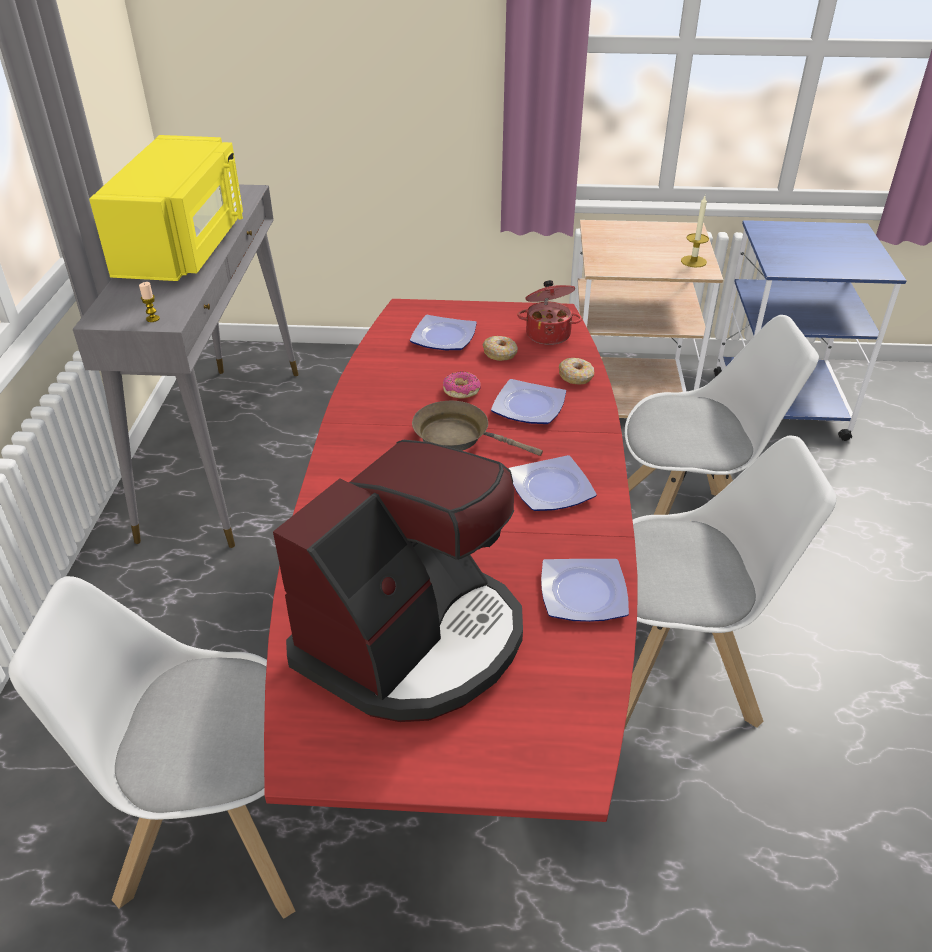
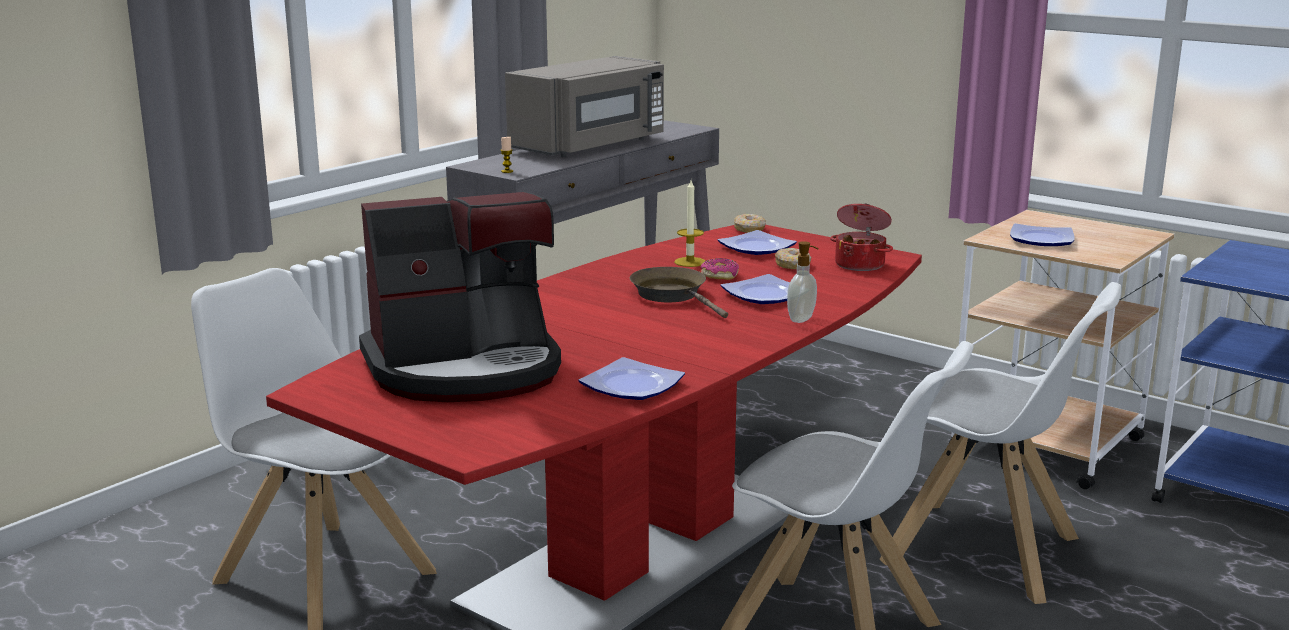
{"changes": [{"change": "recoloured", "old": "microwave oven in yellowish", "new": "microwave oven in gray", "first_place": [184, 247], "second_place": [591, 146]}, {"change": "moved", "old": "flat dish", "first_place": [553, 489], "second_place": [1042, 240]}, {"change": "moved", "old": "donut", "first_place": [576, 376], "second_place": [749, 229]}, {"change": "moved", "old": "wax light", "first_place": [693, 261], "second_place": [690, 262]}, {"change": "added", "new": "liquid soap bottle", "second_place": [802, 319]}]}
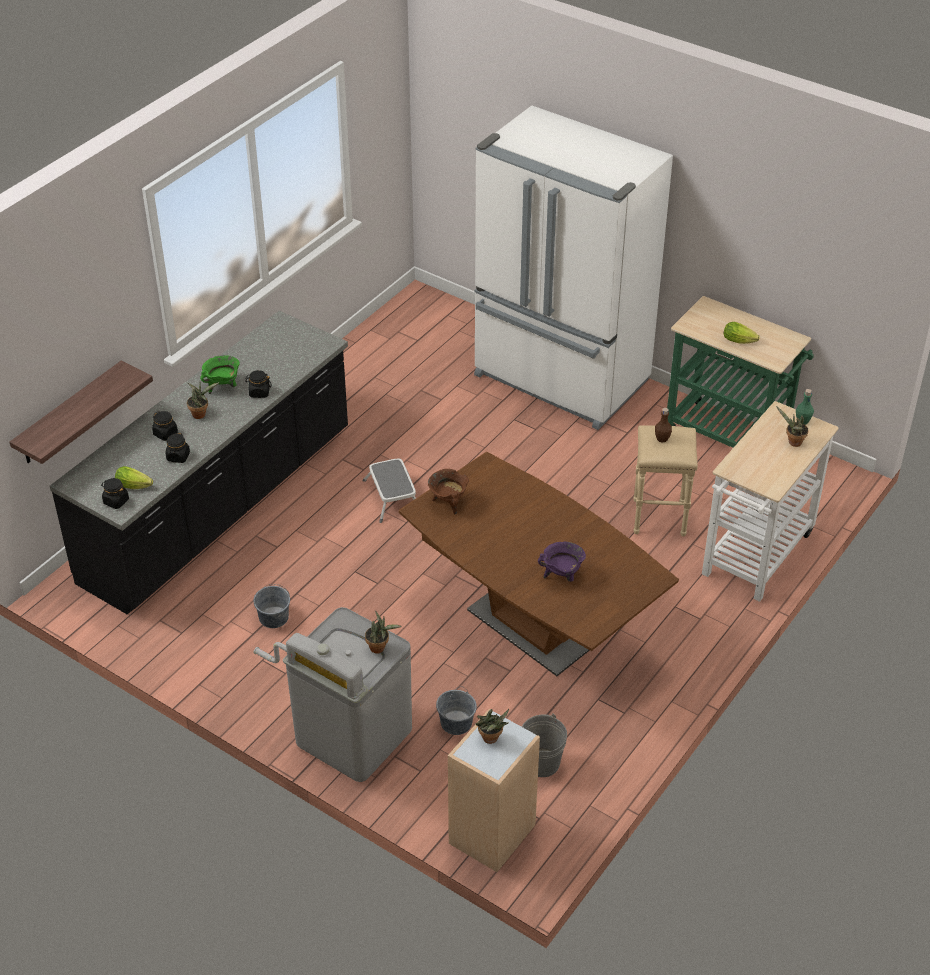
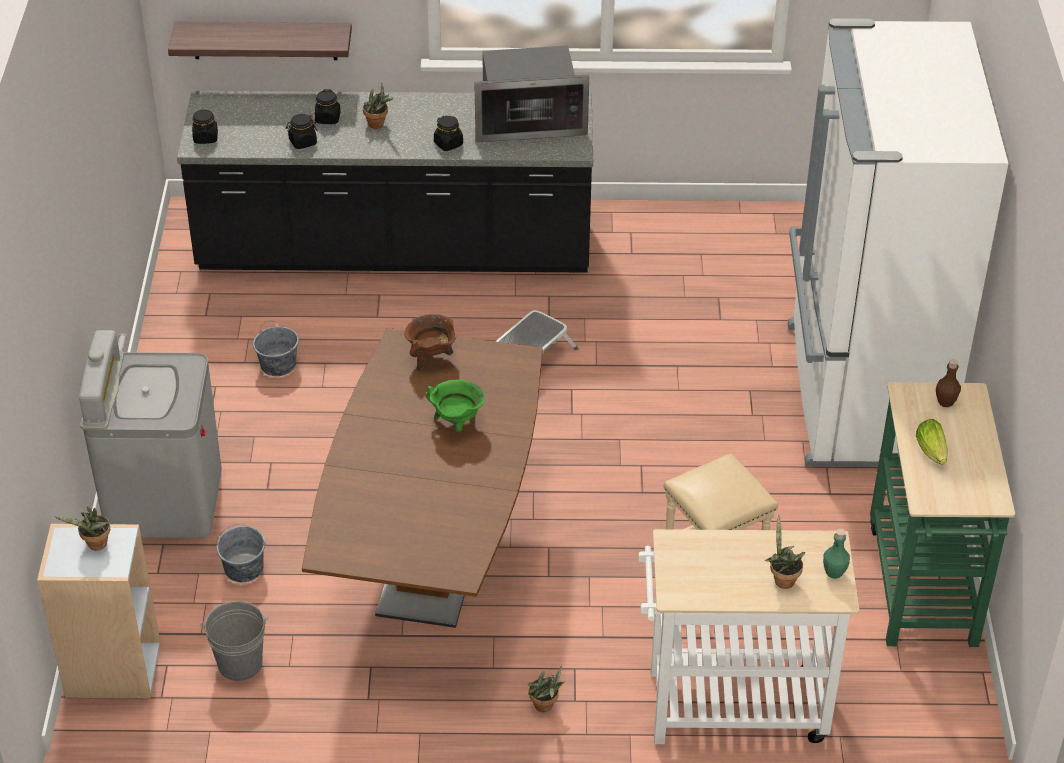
{"changes": [{"change": "removed", "old": "lettuce", "first_place": [135, 486]}, {"change": "moved", "old": "cooking pot in greenish", "first_place": [223, 387], "second_place": [457, 423]}, {"change": "moved", "old": "potted plant", "first_place": [379, 648], "second_place": [545, 707]}, {"change": "removed", "old": "cooking pot in purple-coloured", "first_place": [562, 576]}, {"change": "moved", "old": "bottle in brownish", "first_place": [662, 439], "second_place": [945, 402]}, {"change": "added", "new": "microwave oven", "second_place": [528, 121]}]}
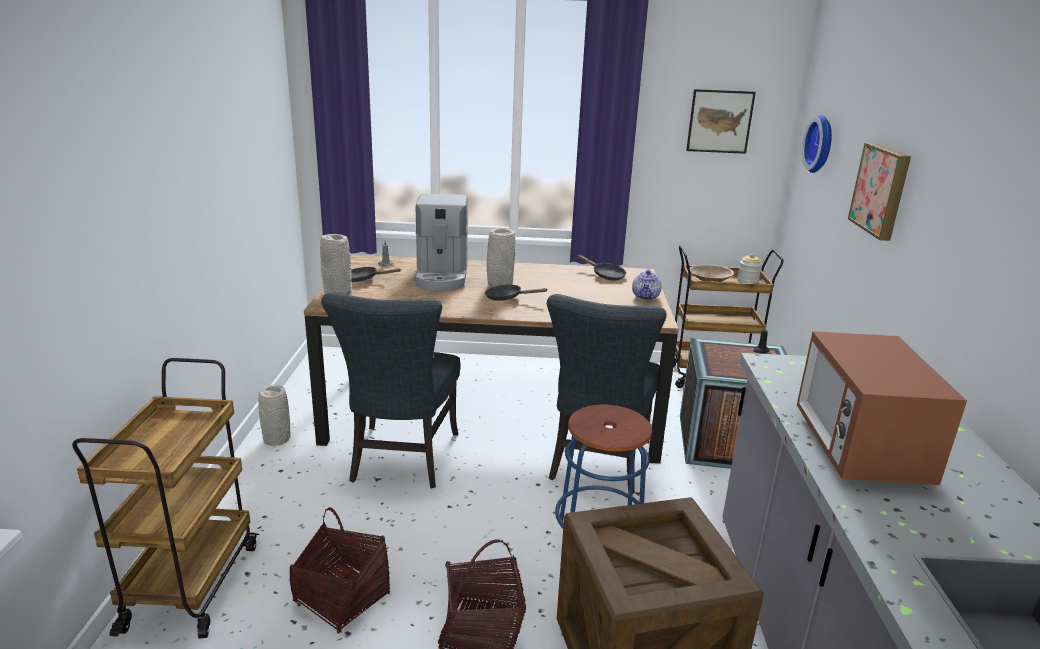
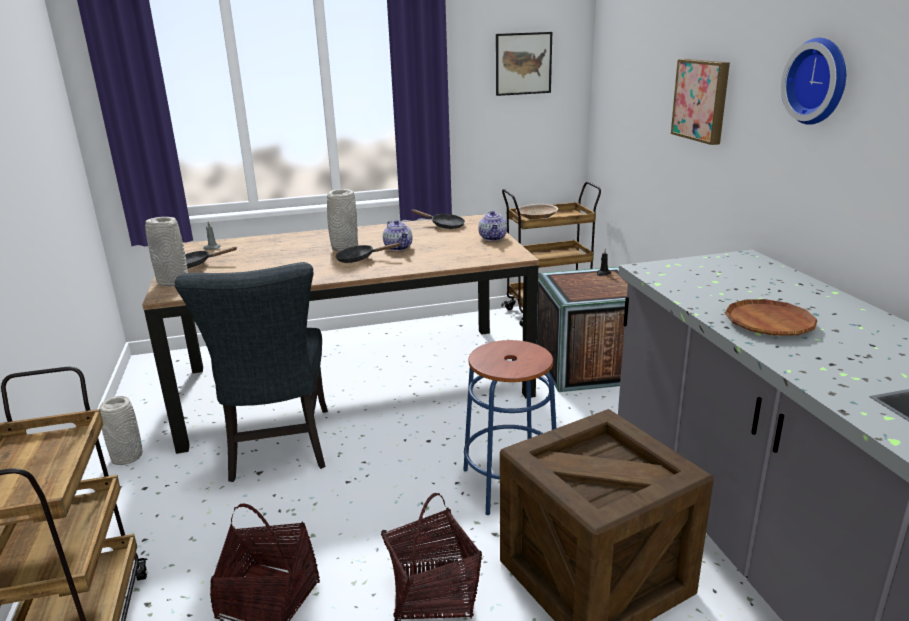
{"changes": [{"change": "removed", "old": "coffee brewer", "first_place": [442, 276]}, {"change": "removed", "old": "chair in gray", "first_place": [597, 463]}, {"change": "removed", "old": "preserve jar", "first_place": [747, 281]}, {"change": "replaced", "old": "microwave oven", "new": "flat dish in brownish", "first_place": [858, 449], "second_place": [769, 323]}, {"change": "moved", "old": "clock on the wall", "first_place": [822, 144], "second_place": [819, 81]}, {"change": "added", "new": "teapot", "second_place": [398, 248]}]}
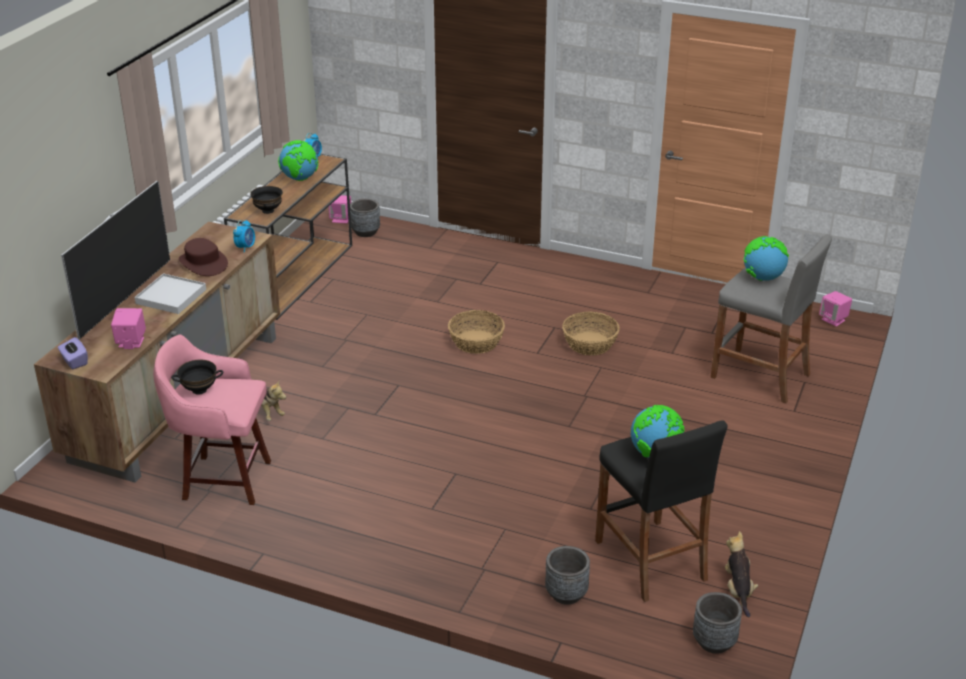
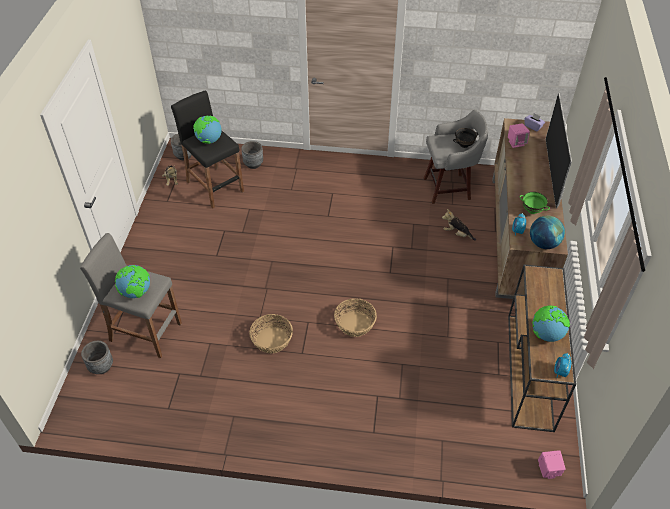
{"changes": [{"change": "removed", "old": "carrying tray in white-coloured", "first_place": [171, 296]}, {"change": "recoloured", "old": "stool seat in pink-coloured", "new": "stool seat in gray", "first_place": [223, 480], "second_place": [449, 189]}, {"change": "replaced", "old": "hat in brownish", "new": "serving bowl in greenish", "first_place": [203, 263], "second_place": [532, 210]}, {"change": "removed", "old": "serving bowl in black", "first_place": [267, 211]}, {"change": "moved", "old": "plant pot in gray", "first_place": [365, 232], "second_place": [101, 366]}, {"change": "removed", "old": "audio speaker in pink-coloured", "first_place": [833, 320]}, {"change": "added", "new": "world globe", "second_place": [543, 243]}]}
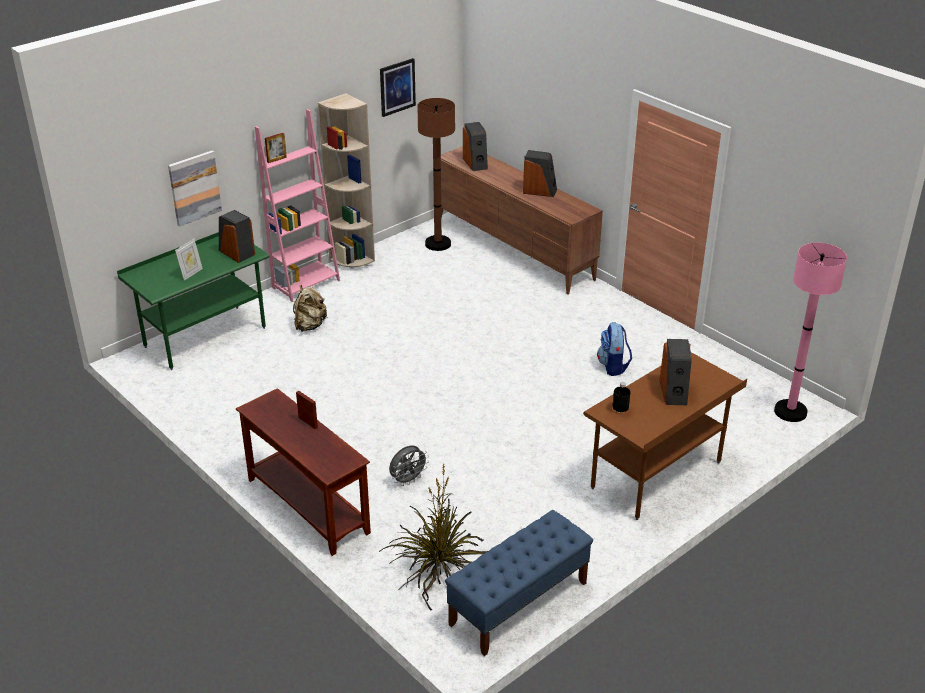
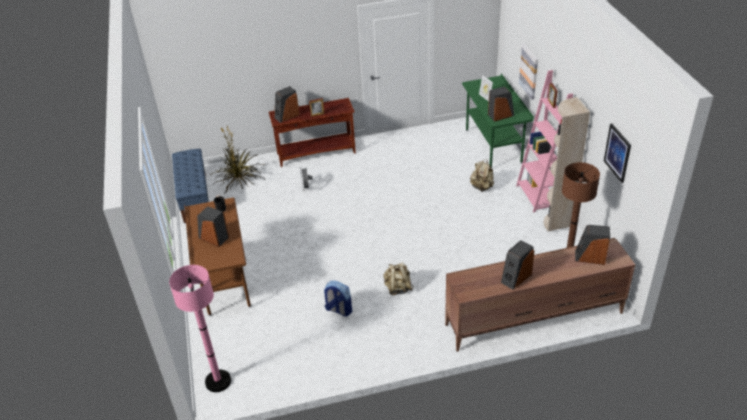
{"changes": [{"change": "added", "new": "audio speaker", "second_place": [287, 116]}, {"change": "added", "new": "knapsack in beige", "second_place": [397, 288]}]}
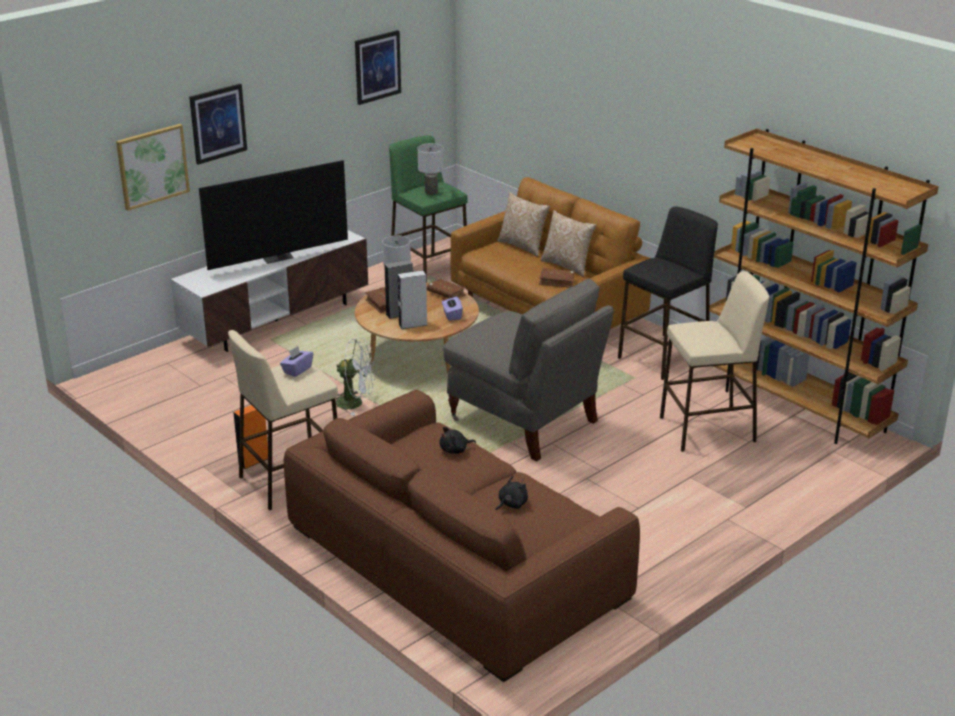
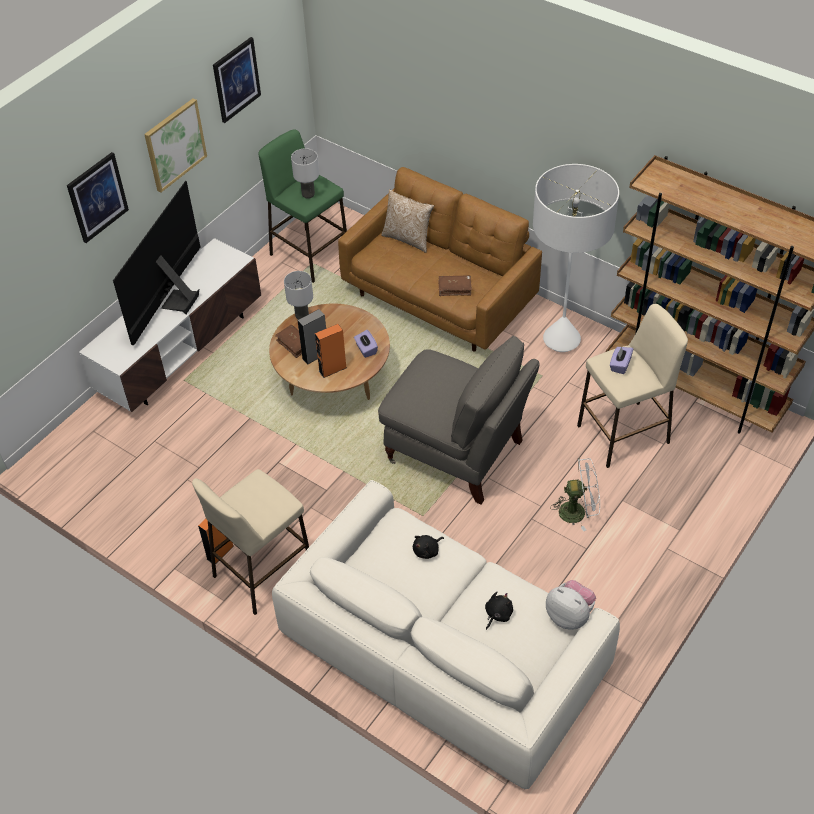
{"changes": [{"change": "moved", "old": "wall picture", "first_place": [152, 166], "second_place": [174, 144]}, {"change": "turned", "old": "television", "first_place": [277, 257], "second_place": [175, 301], "degrees": 150}, {"change": "moved", "old": "tissue holder in purple-coloured", "first_place": [297, 370], "second_place": [620, 365]}, {"change": "recoloured", "old": "sofa in brownish", "new": "sofa in white-coloured", "first_place": [454, 563], "second_place": [443, 650]}, {"change": "moved", "old": "fan in white-coloured", "first_place": [355, 403], "second_place": [578, 511]}, {"change": "recoloured", "old": "audio speaker in gray", "new": "audio speaker in orangey", "first_place": [413, 324], "second_place": [332, 369]}, {"change": "removed", "old": "bound book in brownish", "first_place": [446, 294]}, {"change": "removed", "old": "pillow", "first_place": [567, 265]}, {"change": "replaced", "old": "stool seat in black", "new": "standing lamp in white-coloured", "first_place": [664, 356], "second_place": [561, 341]}, {"change": "added", "new": "cuddly toy", "second_place": [569, 615]}]}
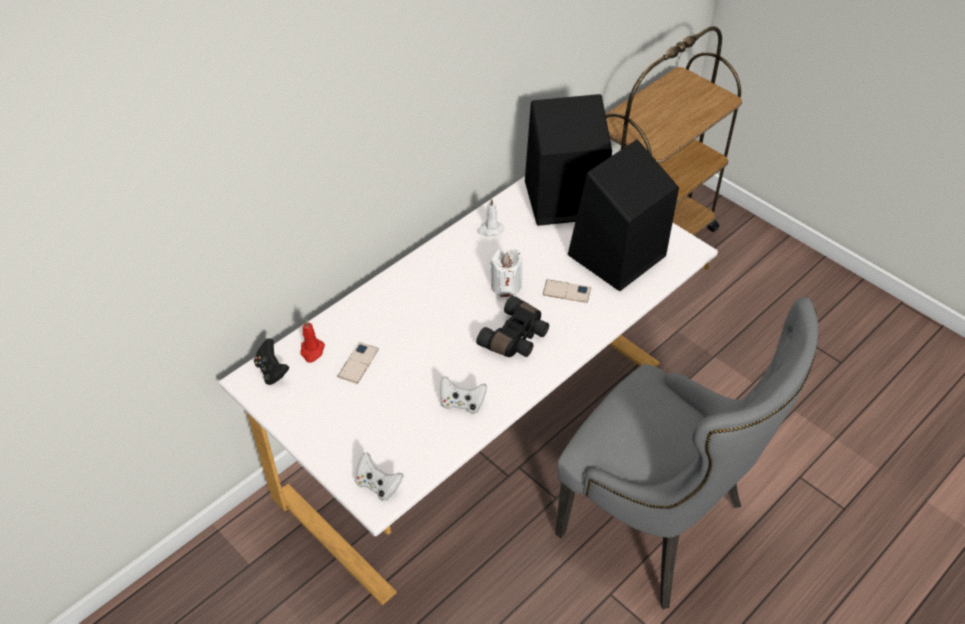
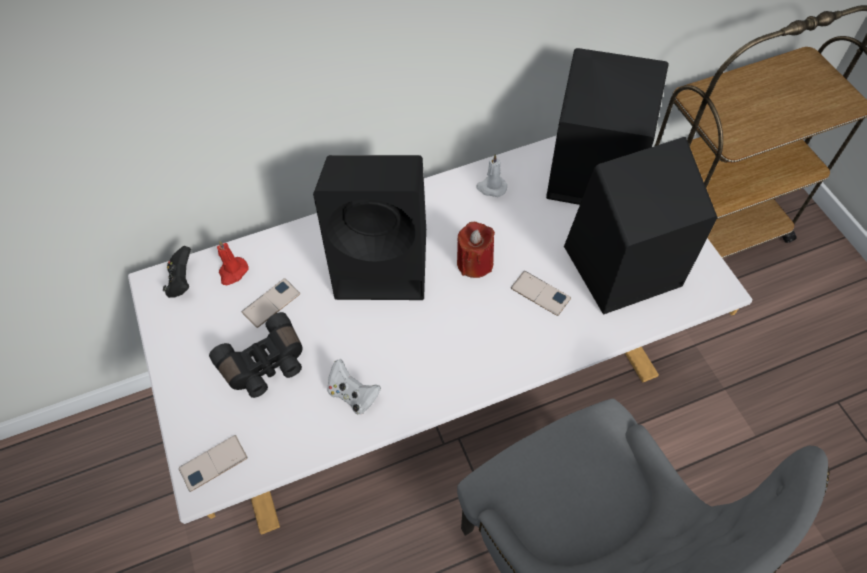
{"changes": [{"change": "replaced", "old": "joypad in white-coloured", "new": "telephone", "first_place": [378, 485], "second_place": [213, 463]}, {"change": "moved", "old": "pair of binoculars in black", "first_place": [516, 338], "second_place": [265, 365]}, {"change": "recoloured", "old": "wax light in white-coloured", "new": "wax light in red-coloured", "first_place": [506, 286], "second_place": [475, 263]}, {"change": "added", "new": "audio speaker in black", "second_place": [385, 262]}]}
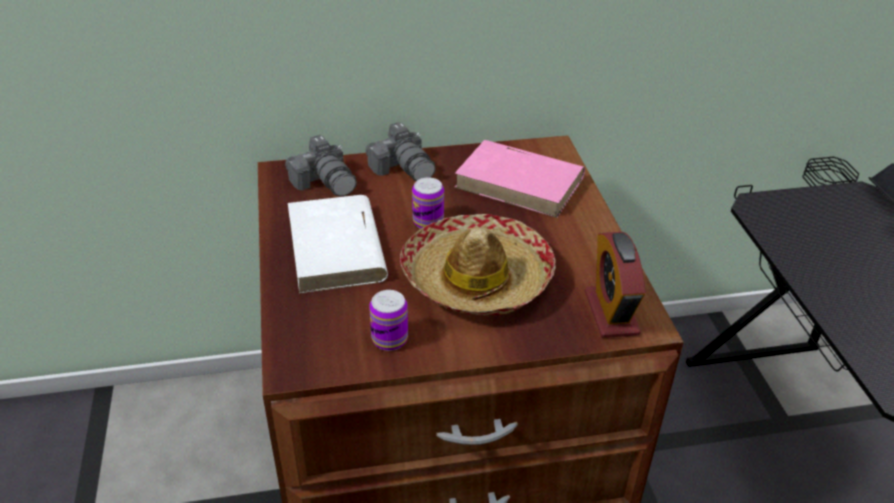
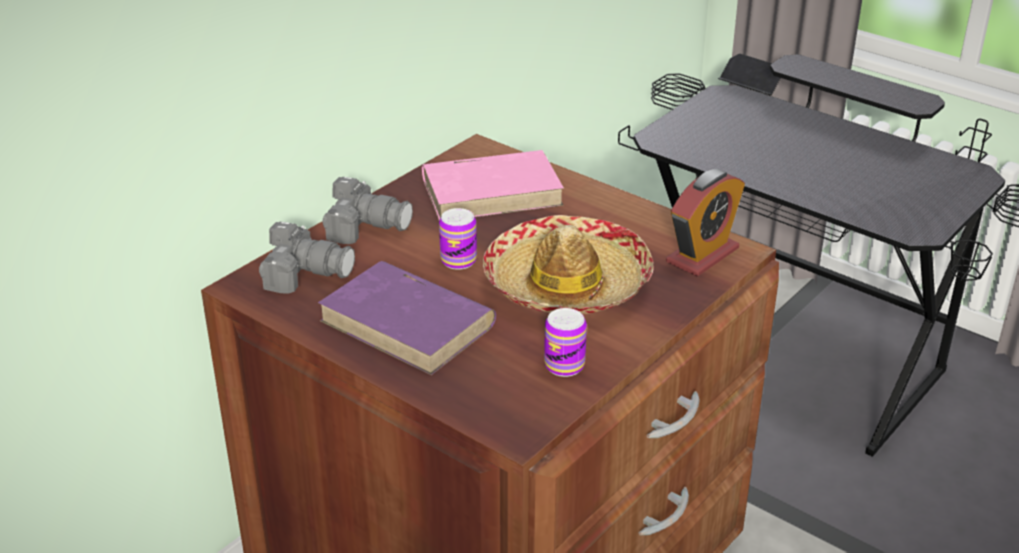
{"changes": [{"change": "recoloured", "old": "bound book in white-coloured", "new": "bound book in purple-coloured", "first_place": [336, 249], "second_place": [409, 323]}, {"change": "turned", "old": "table clock", "first_place": [611, 313], "second_place": [702, 255], "degrees": -90}]}
